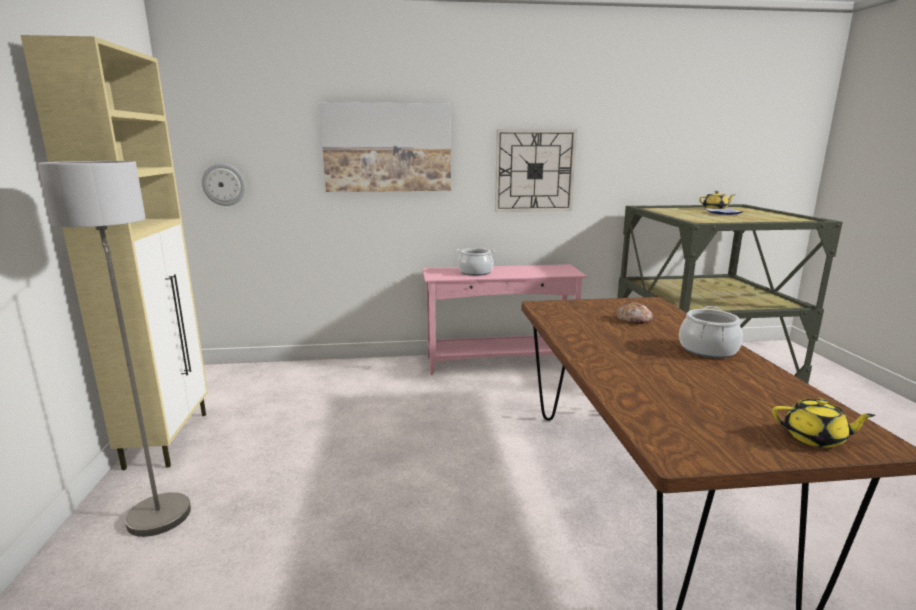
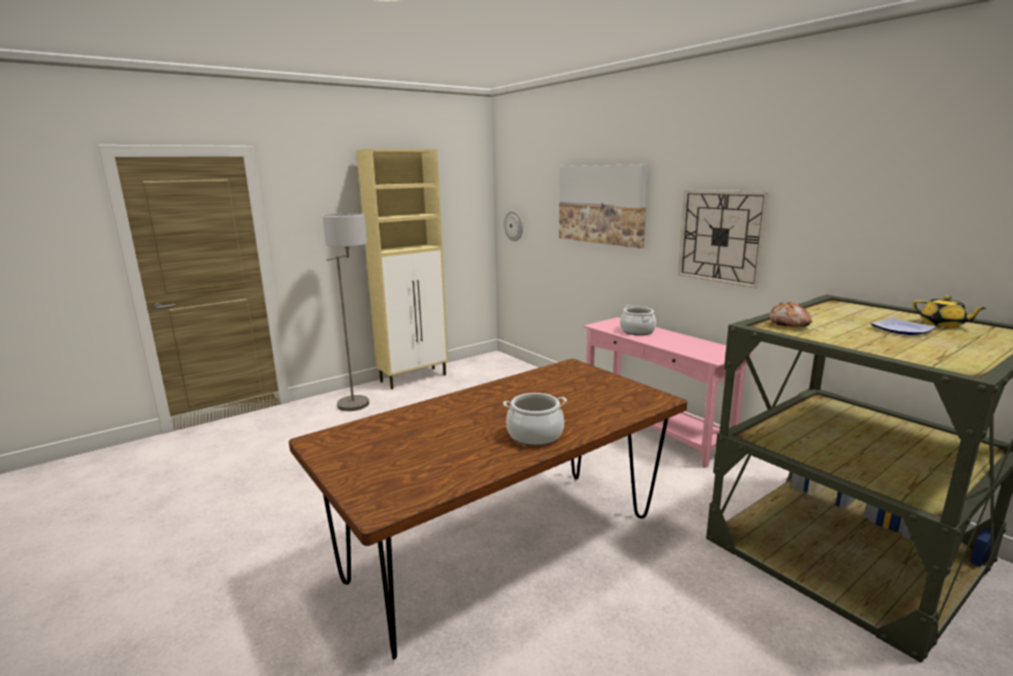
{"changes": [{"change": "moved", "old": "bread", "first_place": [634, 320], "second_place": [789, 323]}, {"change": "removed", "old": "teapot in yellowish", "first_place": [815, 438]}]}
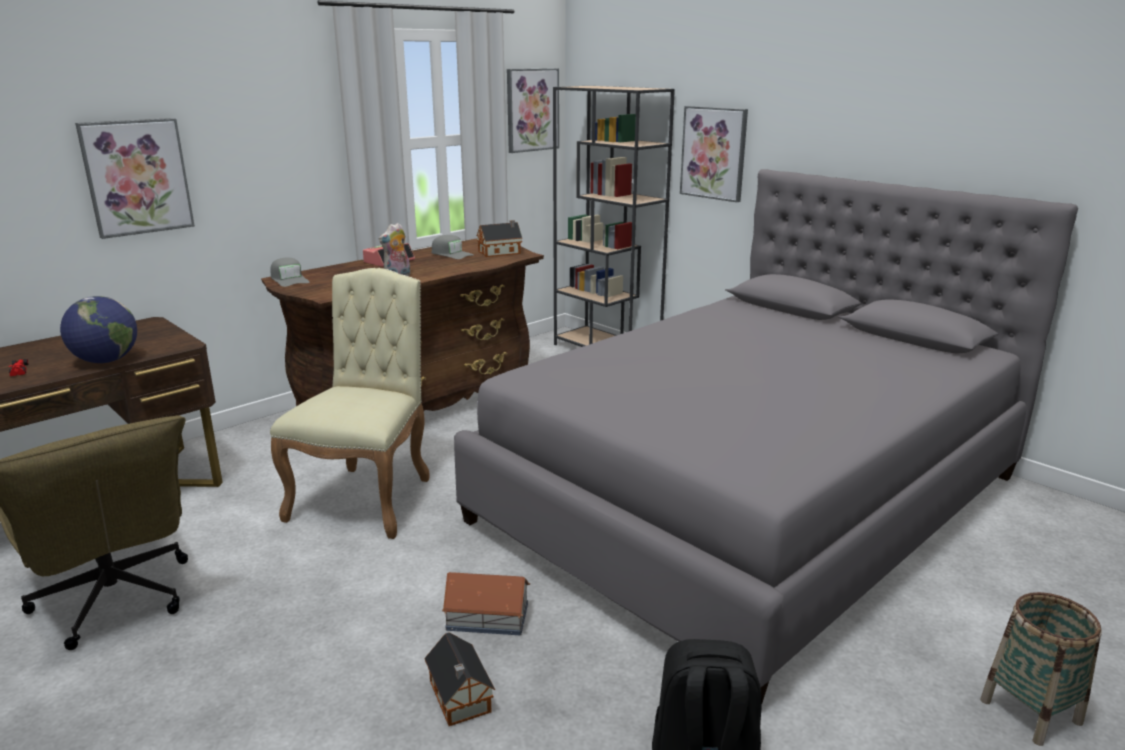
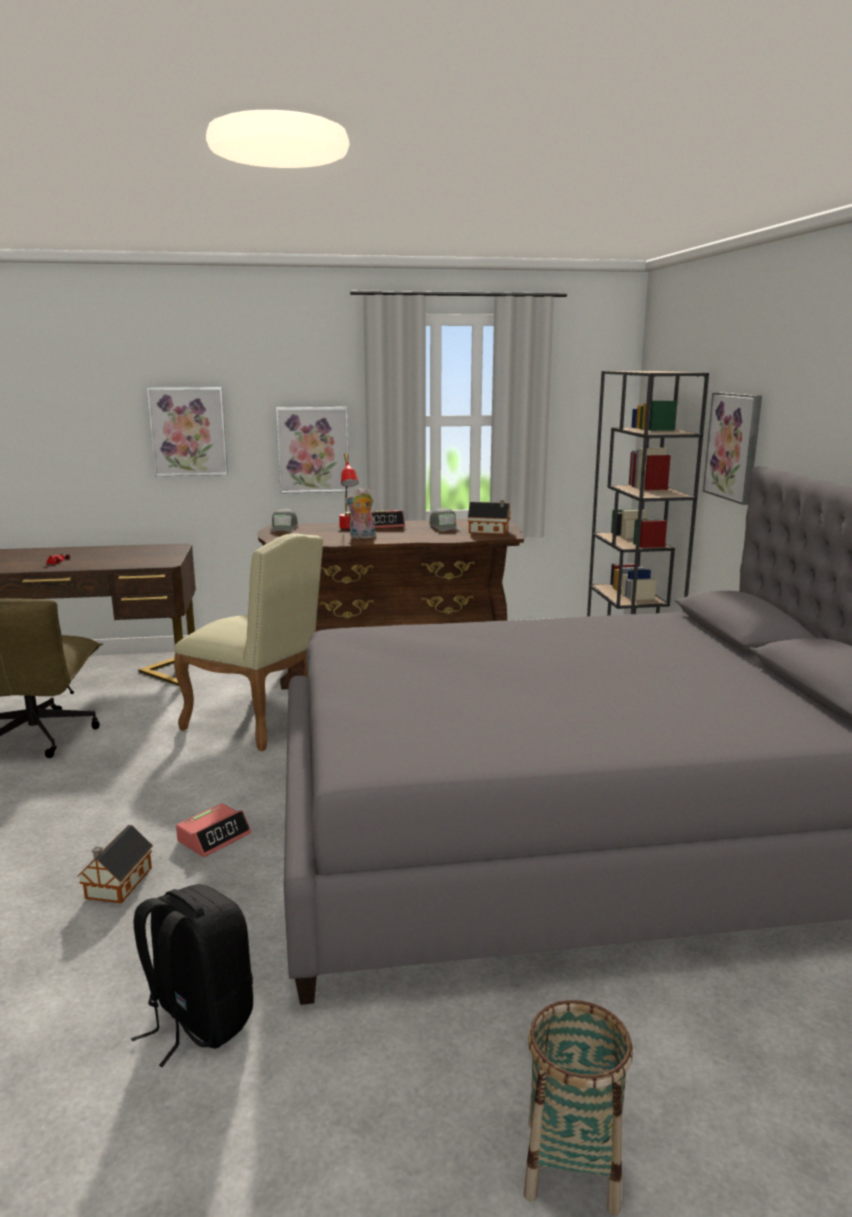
{"changes": [{"change": "removed", "old": "world globe", "first_place": [106, 361]}, {"change": "turned", "old": "chair in beige", "first_place": [366, 498], "second_place": [257, 724], "degrees": 75}, {"change": "replaced", "old": "model house", "new": "table clock", "first_place": [487, 616], "second_place": [214, 837]}, {"change": "moved", "old": "wall picture", "first_place": [532, 110], "second_place": [313, 450]}, {"change": "added", "new": "table lamp in red-coloured", "second_place": [349, 528]}]}
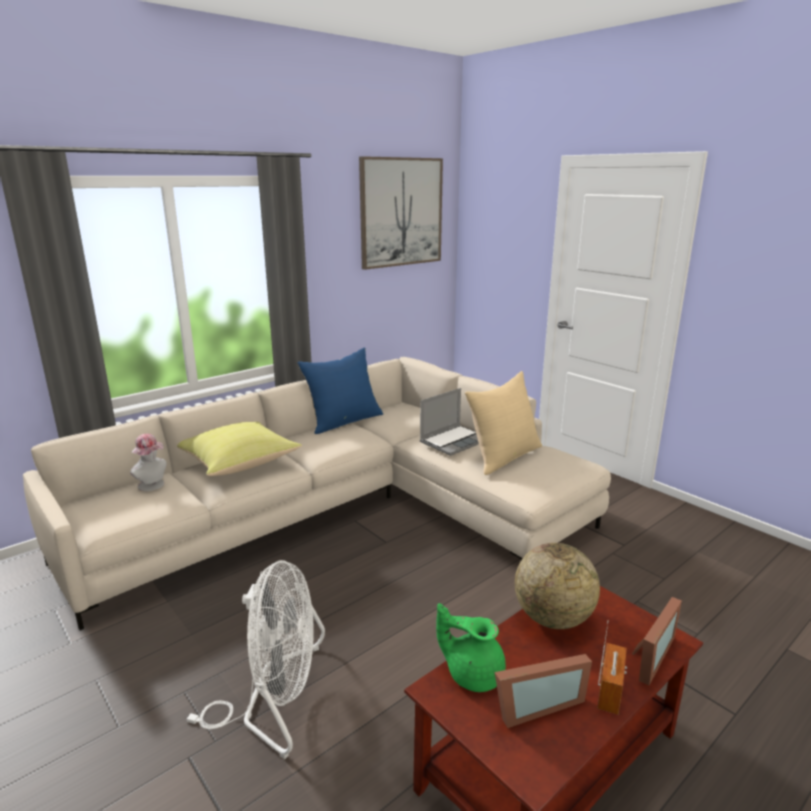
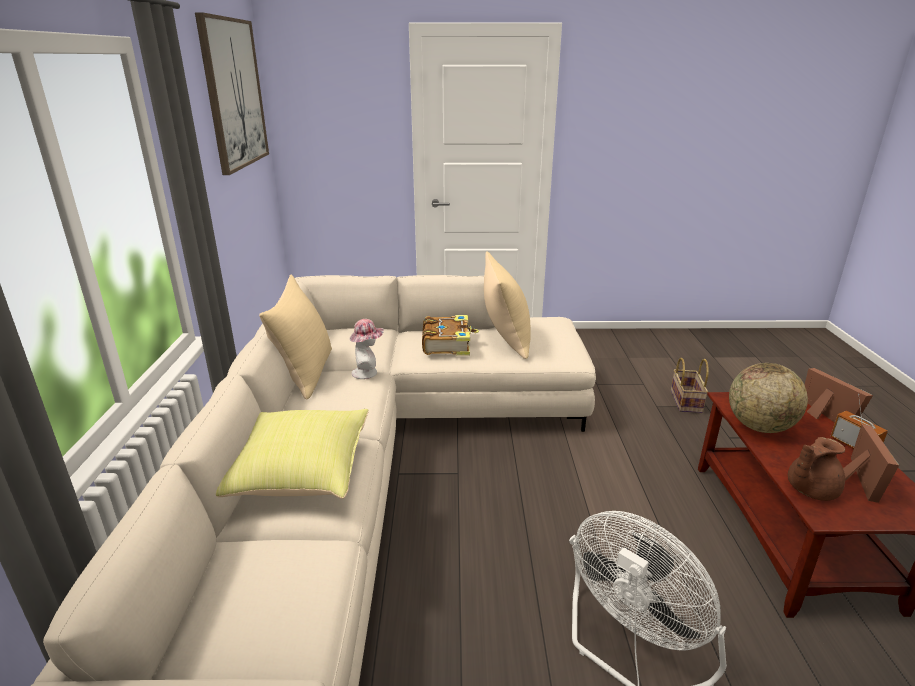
{"changes": [{"change": "moved", "old": "hat", "first_place": [153, 486], "second_place": [368, 372]}, {"change": "recoloured", "old": "pillow in blue", "new": "pillow in beige", "first_place": [343, 421], "second_place": [305, 373]}, {"change": "replaced", "old": "portable computer", "new": "bound book", "first_place": [454, 441], "second_place": [447, 343]}, {"change": "recoloured", "old": "teapot in greenish", "new": "teapot in brownish", "first_place": [472, 673], "second_place": [809, 489]}, {"change": "added", "new": "household basket", "second_place": [684, 401]}]}
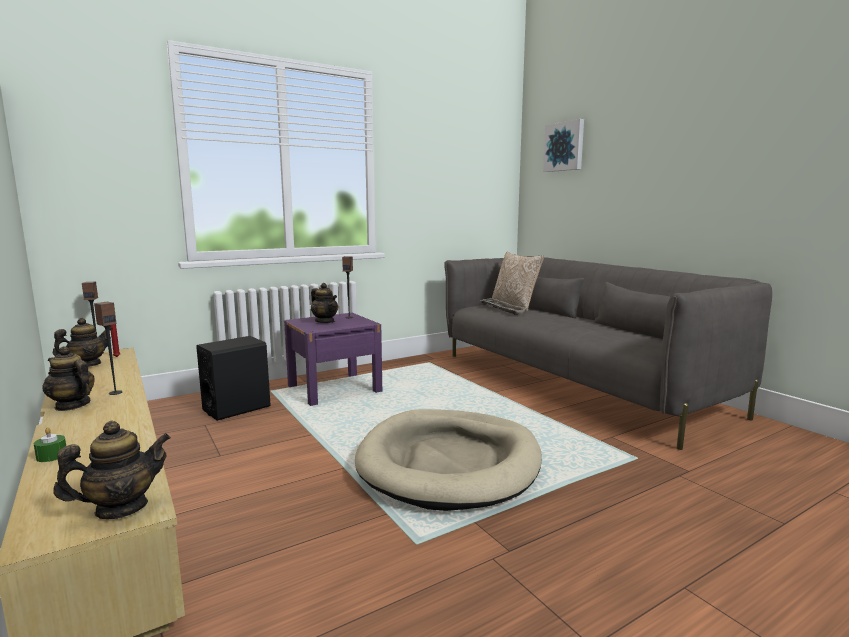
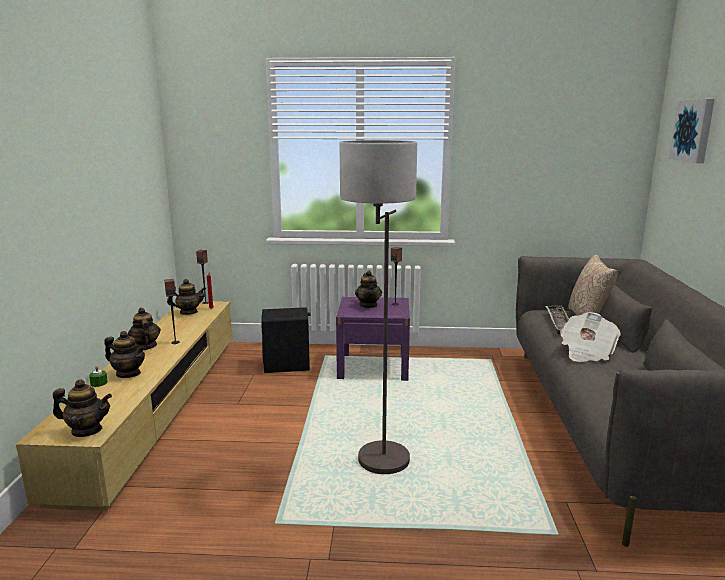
{"changes": [{"change": "replaced", "old": "pet bed in beige", "new": "standing lamp in gray", "first_place": [449, 463], "second_place": [378, 469]}, {"change": "added", "new": "teapot", "second_place": [128, 374]}, {"change": "added", "new": "printed paper", "second_place": [586, 352]}]}
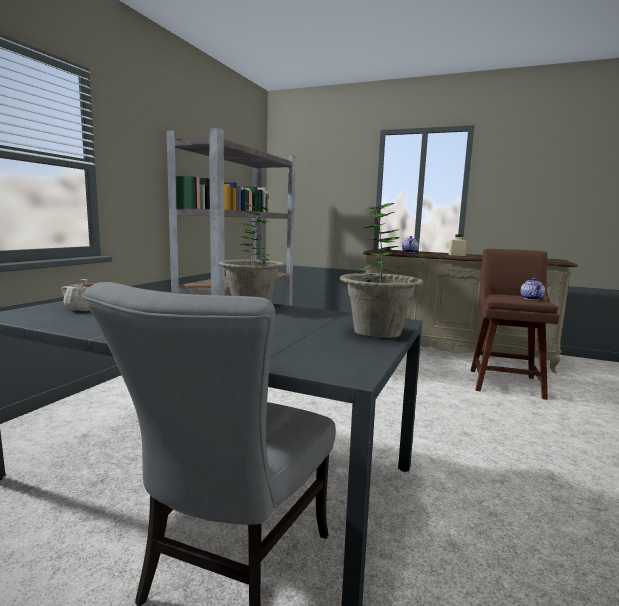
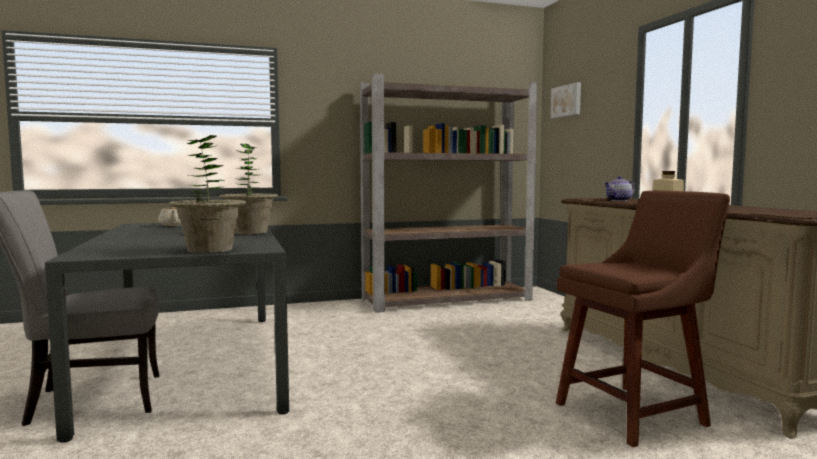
{"changes": [{"change": "removed", "old": "teapot", "first_place": [532, 299]}, {"change": "added", "new": "wall picture", "second_place": [567, 101]}]}
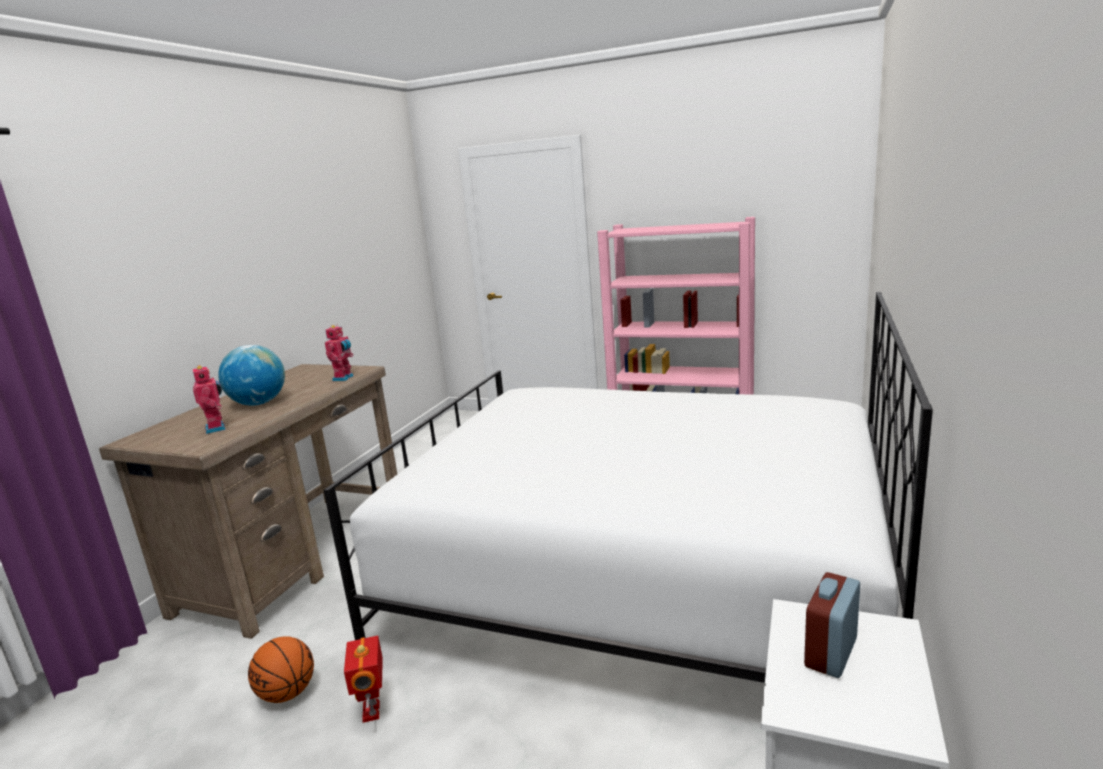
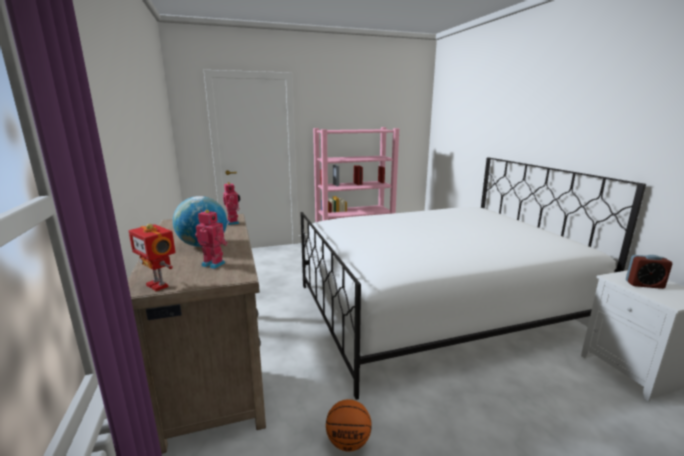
{"changes": [{"change": "moved", "old": "model robot", "first_place": [373, 711], "second_place": [159, 285]}, {"change": "turned", "old": "table clock", "first_place": [831, 653], "second_place": [644, 284], "degrees": -75}]}
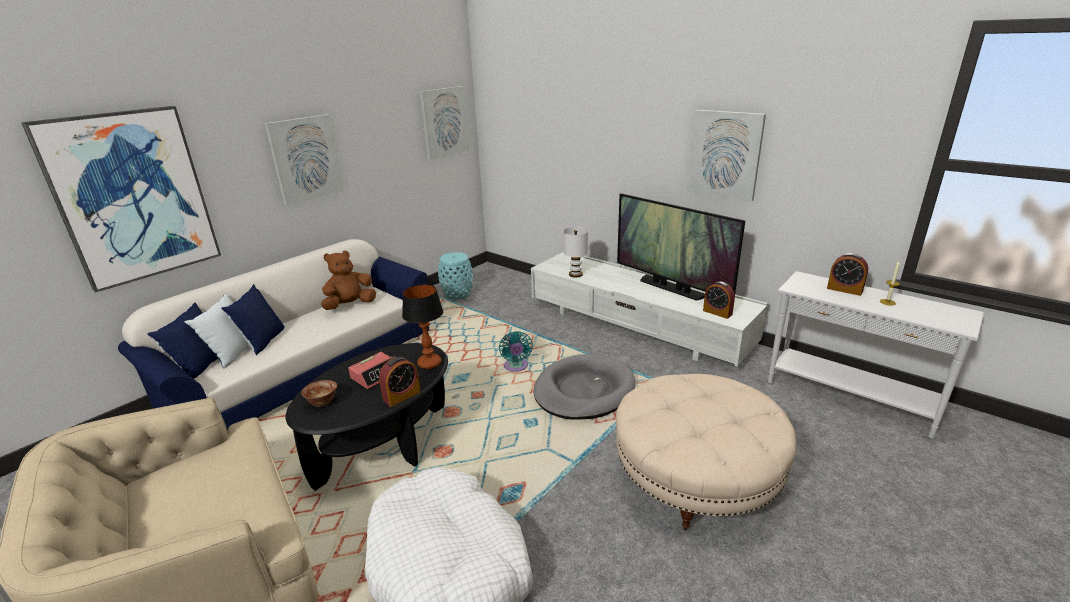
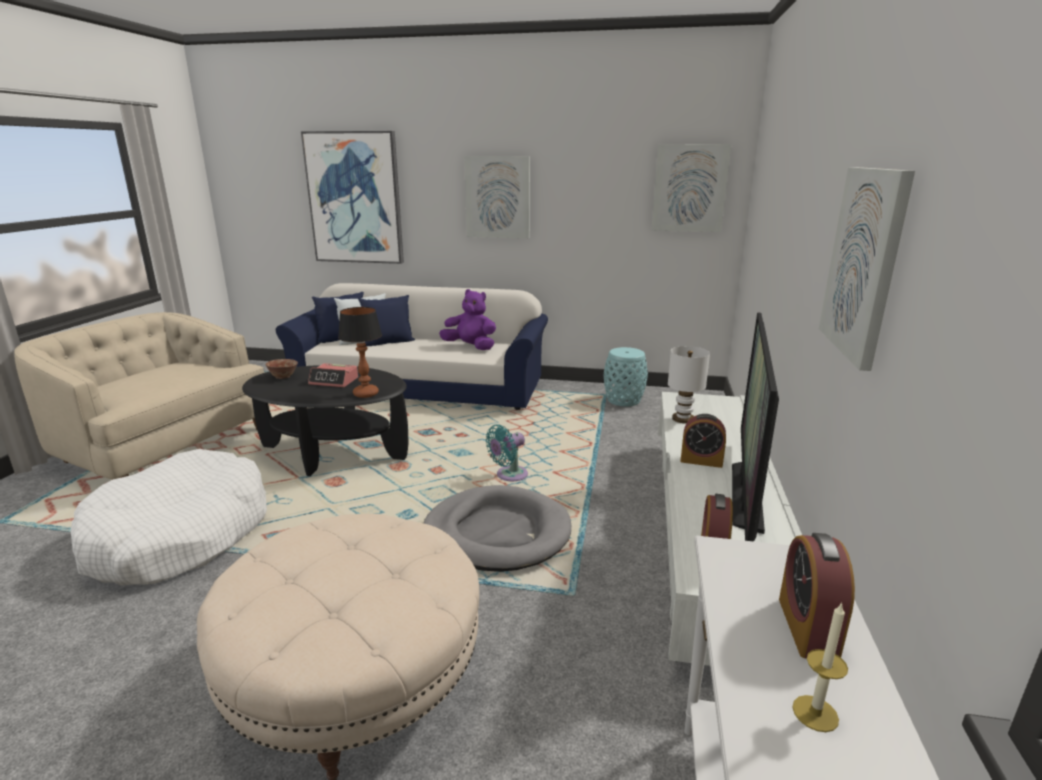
{"changes": [{"change": "recoloured", "old": "cuddly toy in brownish", "new": "cuddly toy in purple-coloured", "first_place": [350, 305], "second_place": [470, 347]}, {"change": "moved", "old": "table clock", "first_place": [402, 396], "second_place": [701, 461]}]}
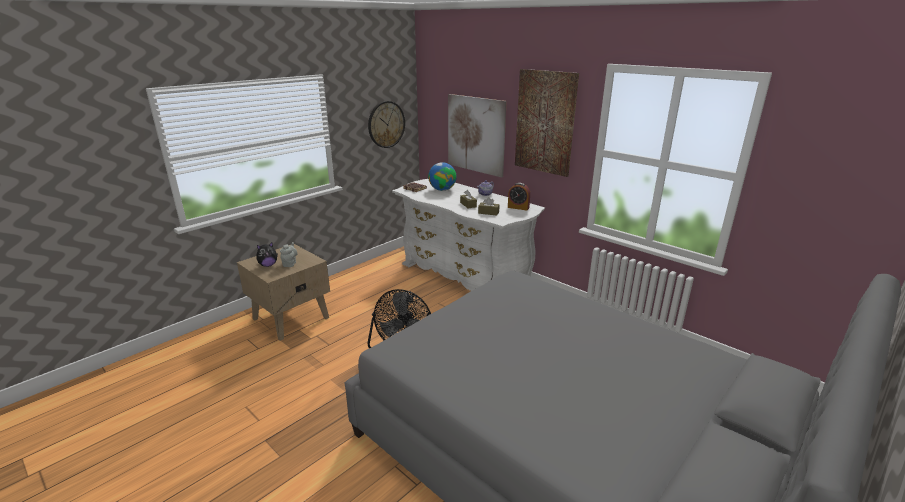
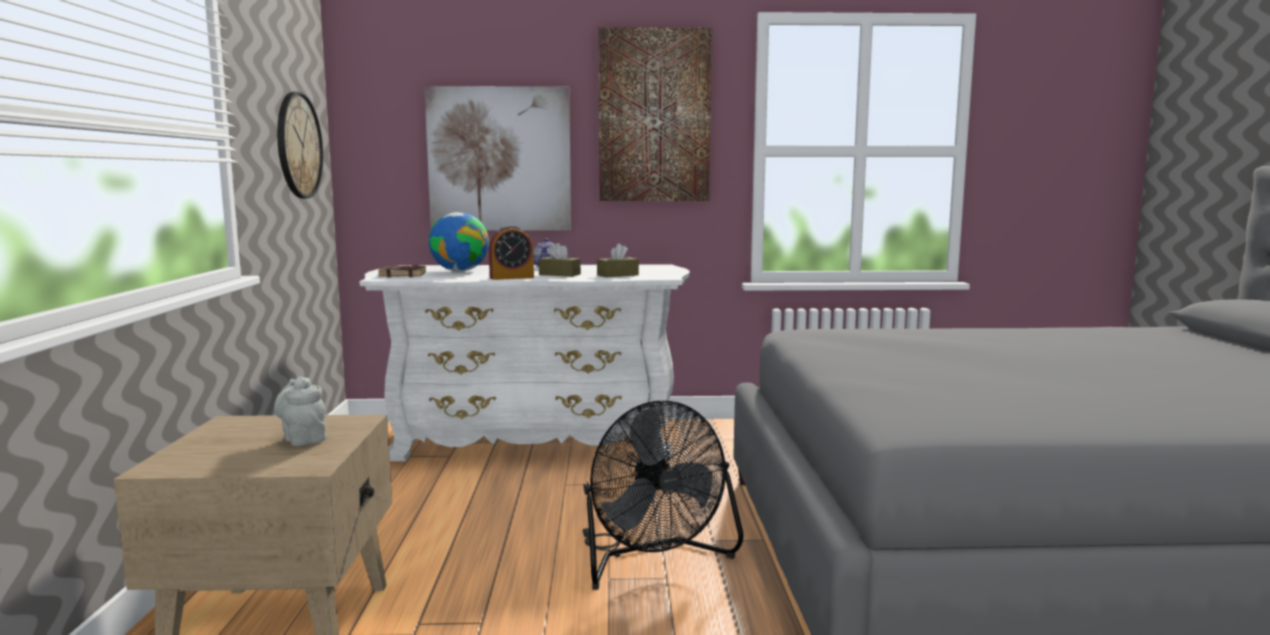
{"changes": [{"change": "removed", "old": "cuddly toy", "first_place": [268, 265]}, {"change": "moved", "old": "table clock", "first_place": [518, 207], "second_place": [511, 277]}]}
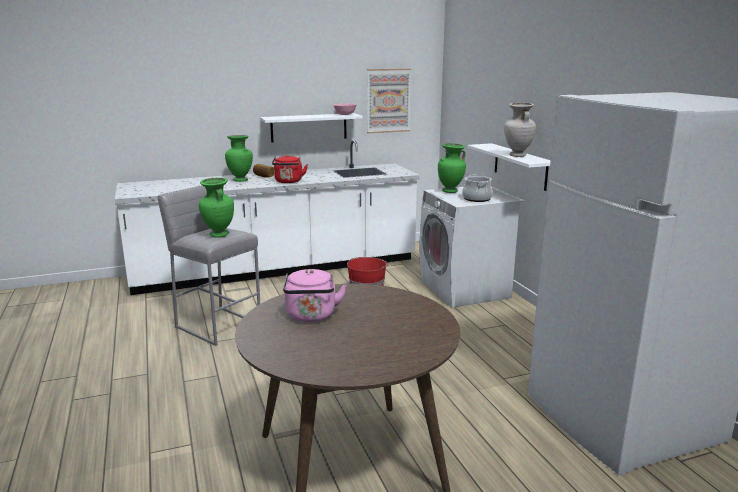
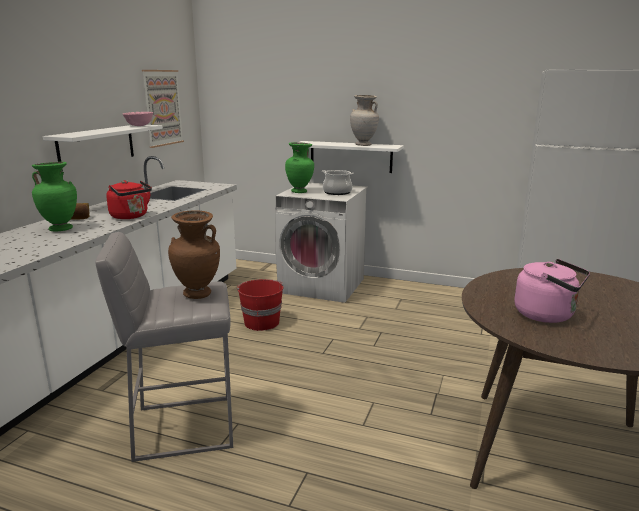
{"changes": [{"change": "recoloured", "old": "decorative vase in greenish", "new": "decorative vase in brownish", "first_place": [218, 235], "second_place": [197, 294]}]}
